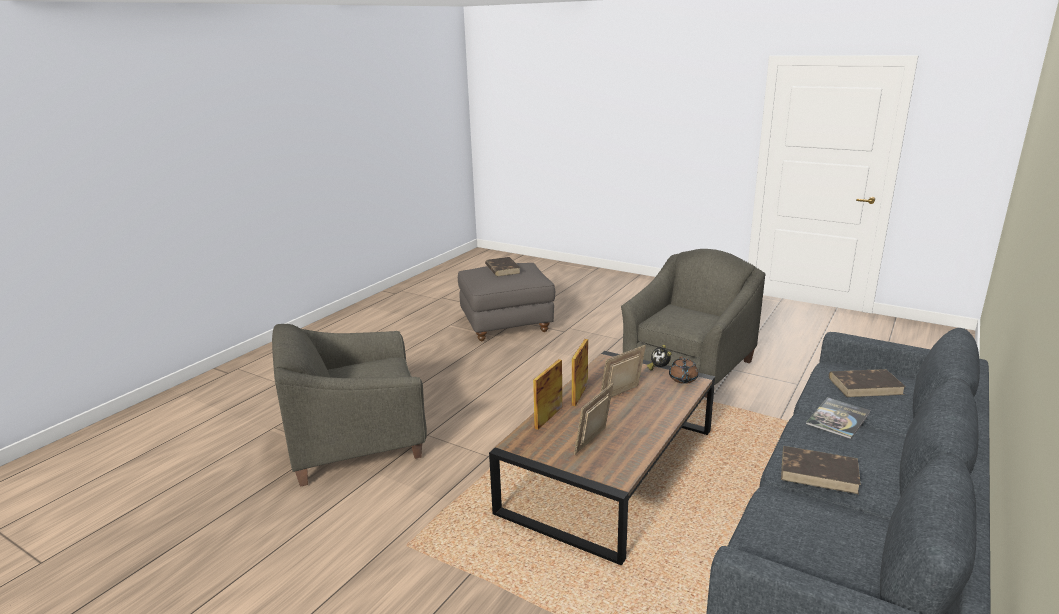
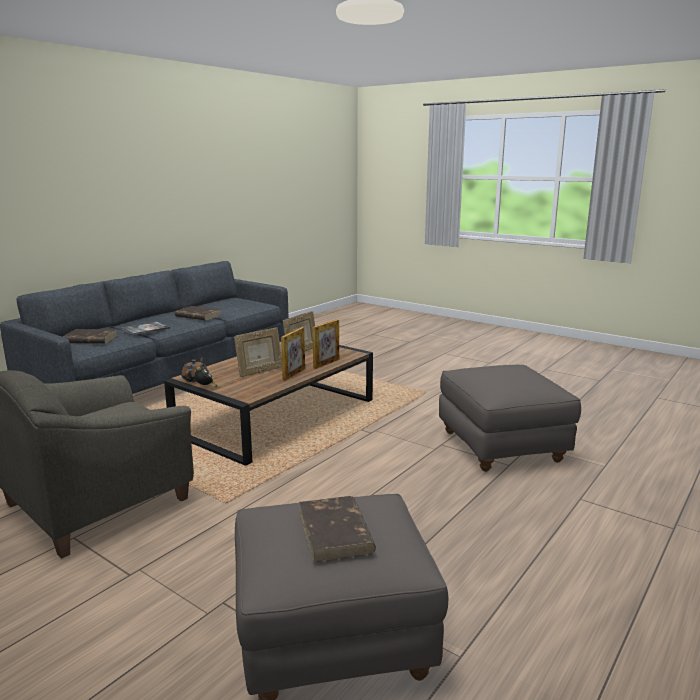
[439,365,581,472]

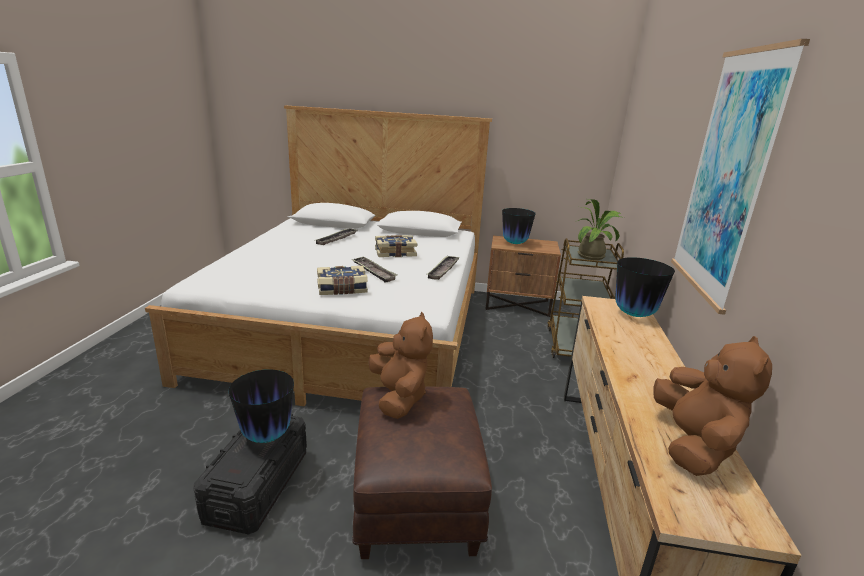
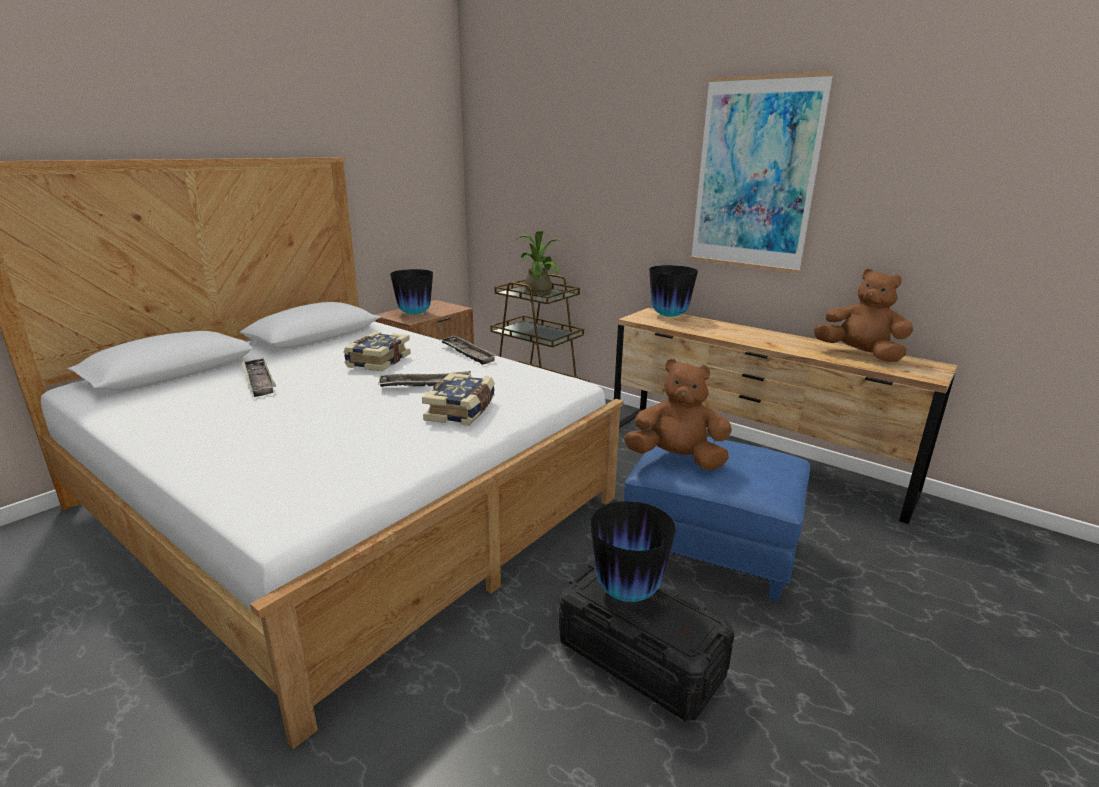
[624,437,810,602]

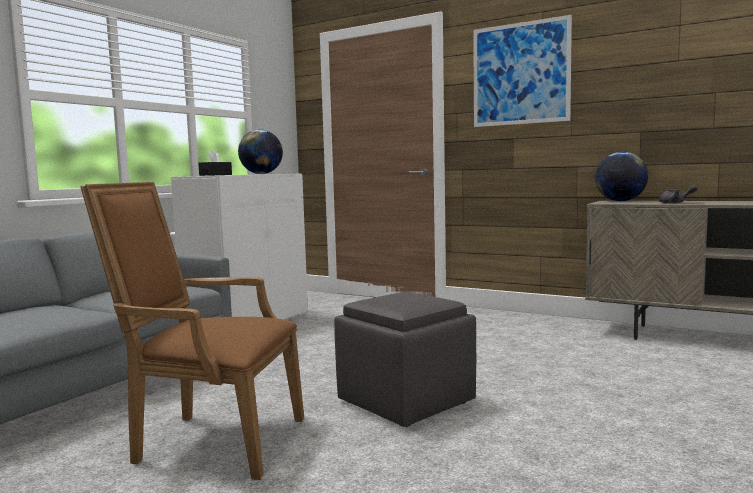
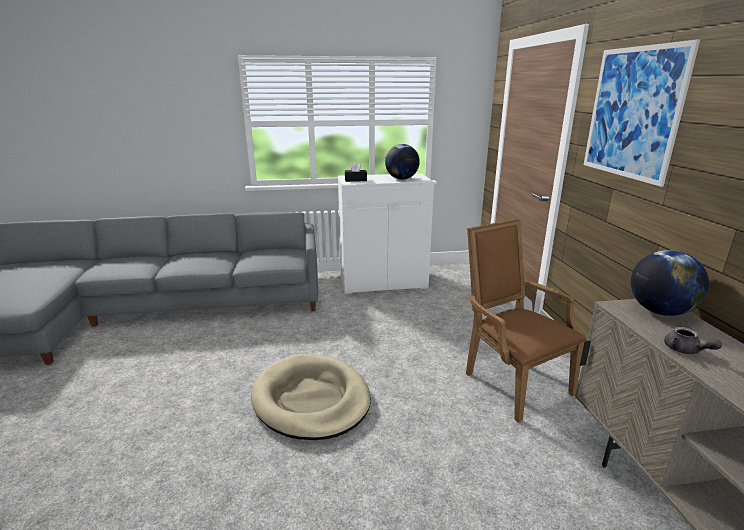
[466,219,586,423]
[251,354,371,440]

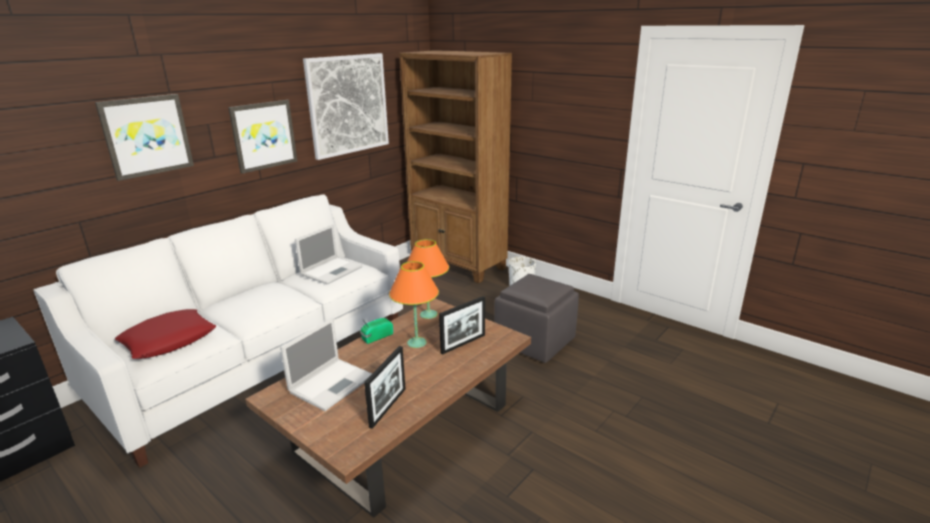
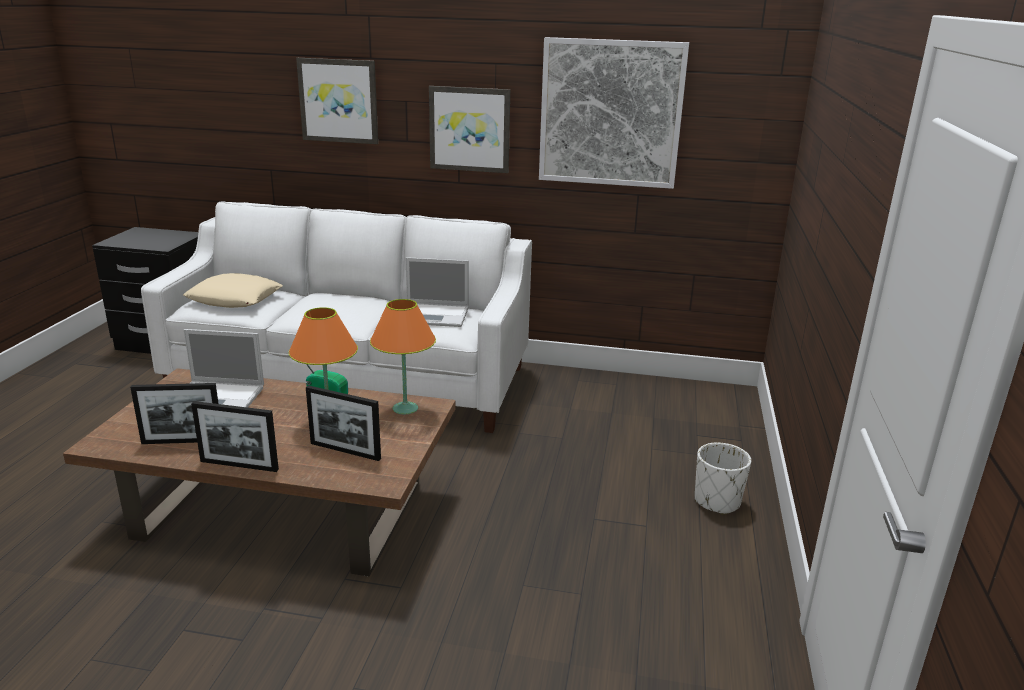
[399,50,512,283] (first image)
[494,274,579,363] (first image)
[183,273,283,308]
[191,401,279,472]

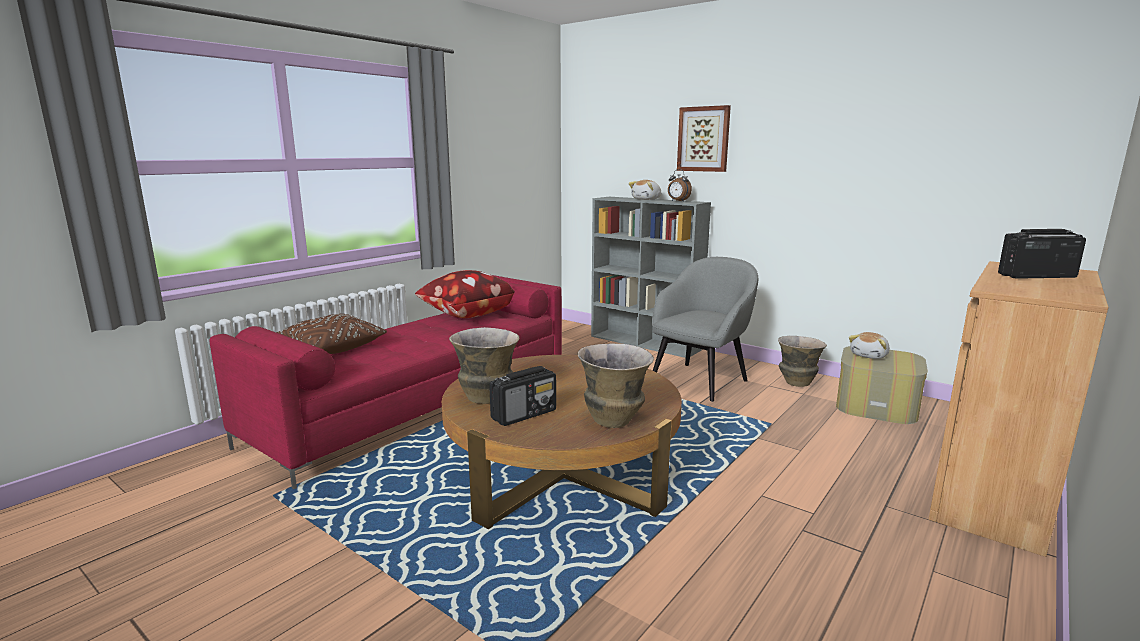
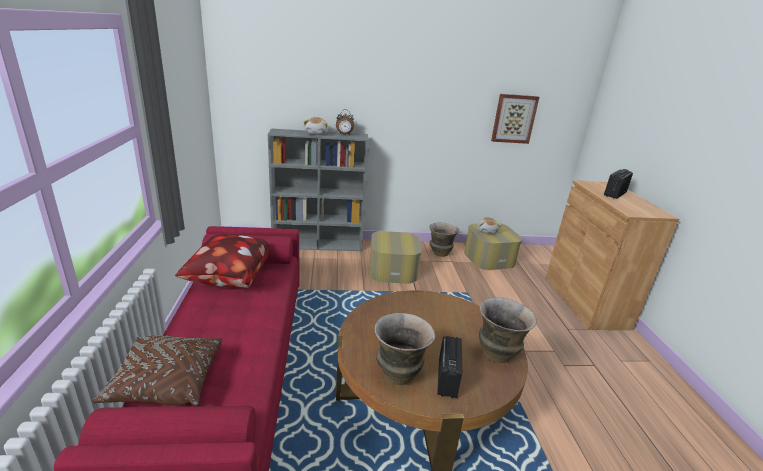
[491,94,539,144]
[370,231,422,284]

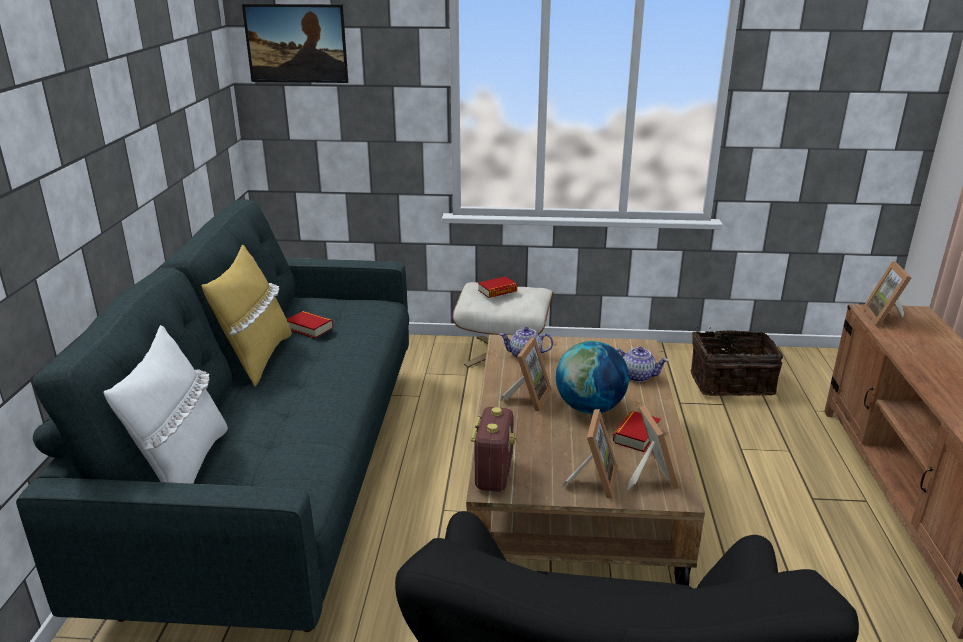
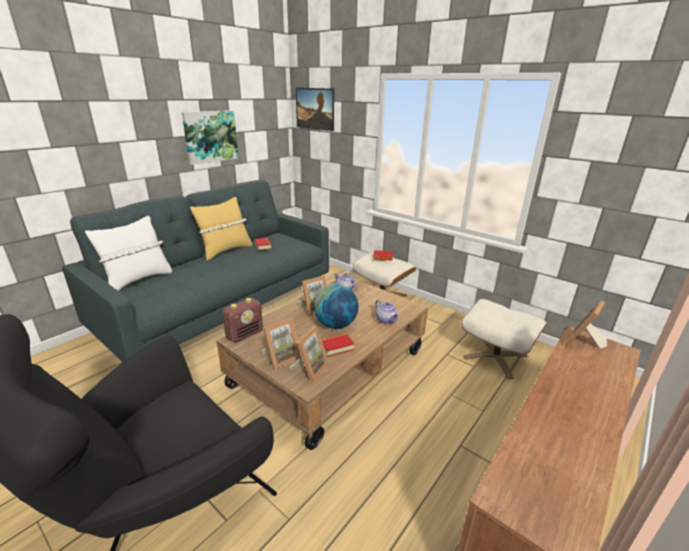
[461,299,547,379]
[182,110,239,165]

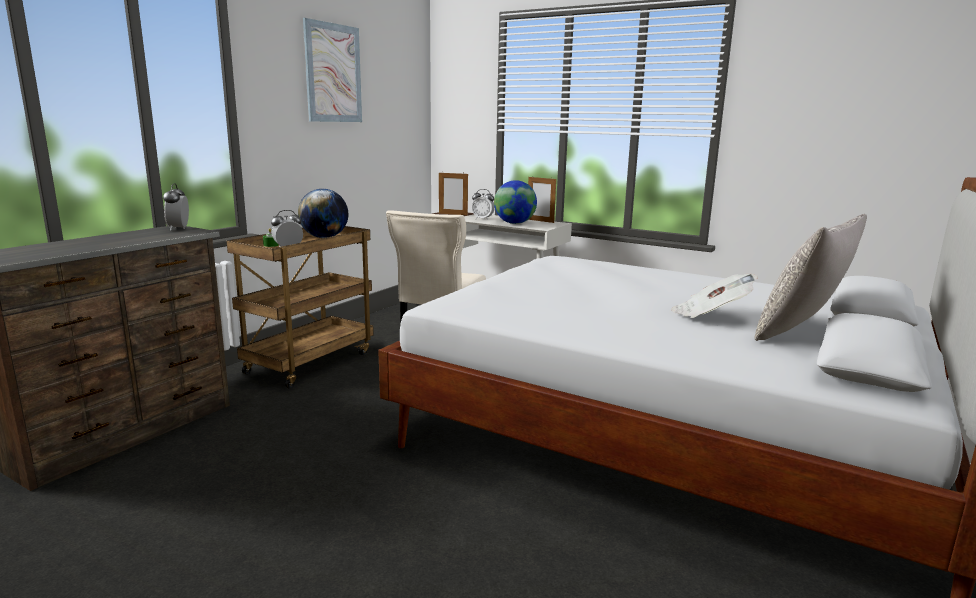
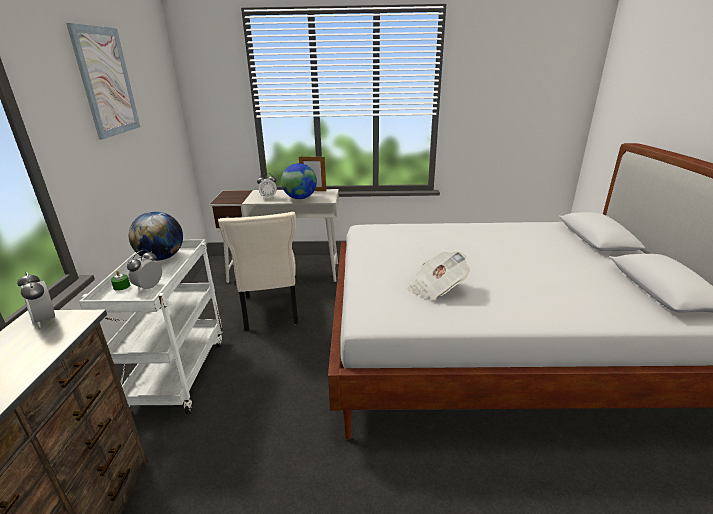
[439,171,468,215] (first image)
[754,214,867,341] (first image)
[79,239,222,414]
[408,252,470,300]

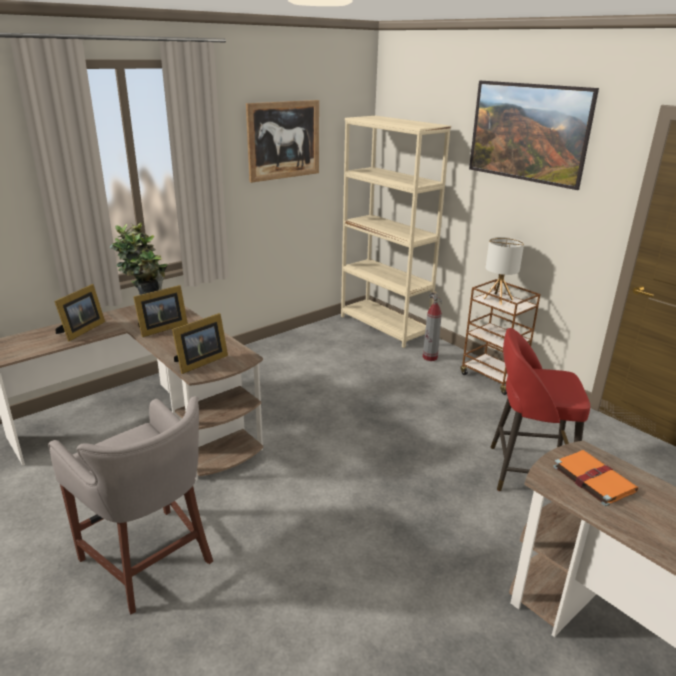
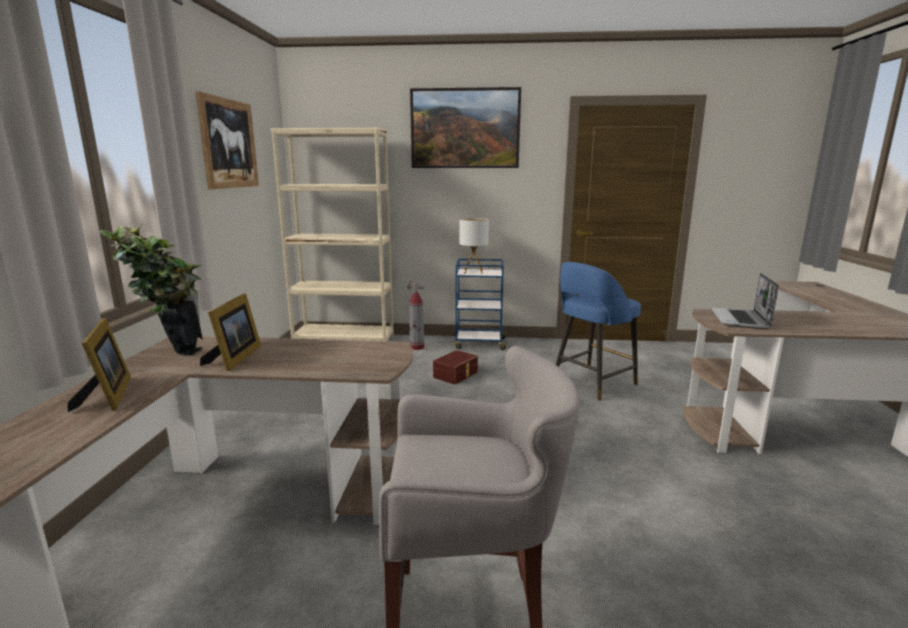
[454,259,508,350]
[172,313,228,374] (first image)
[556,262,641,401]
[711,273,779,329]
[433,350,478,385]

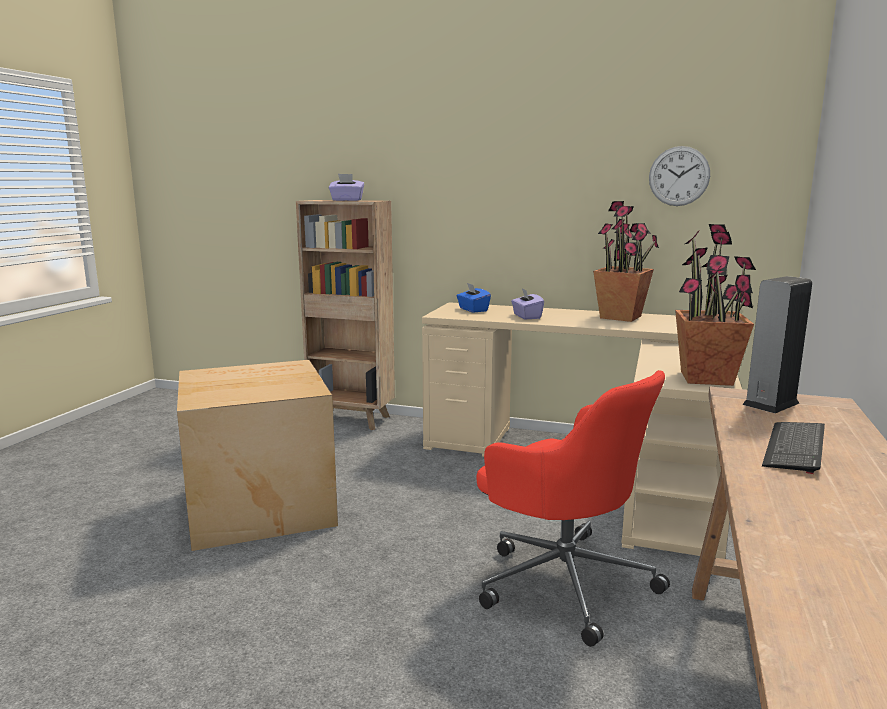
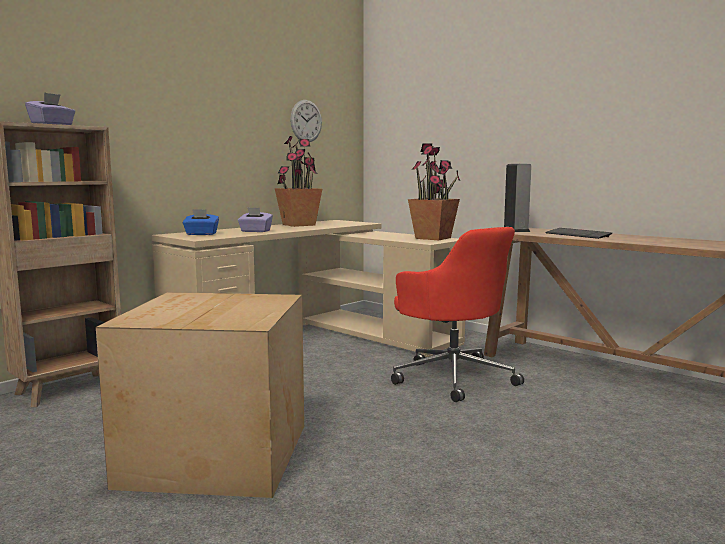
[391,227,524,402]

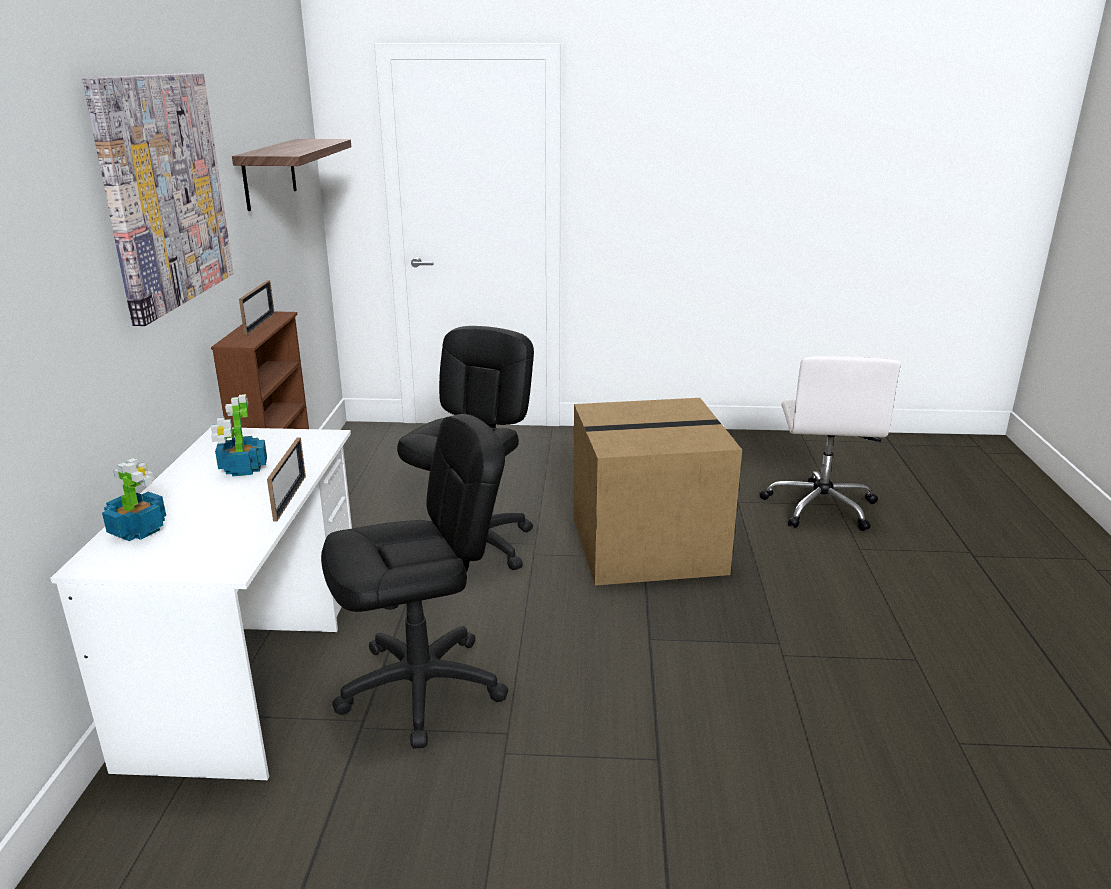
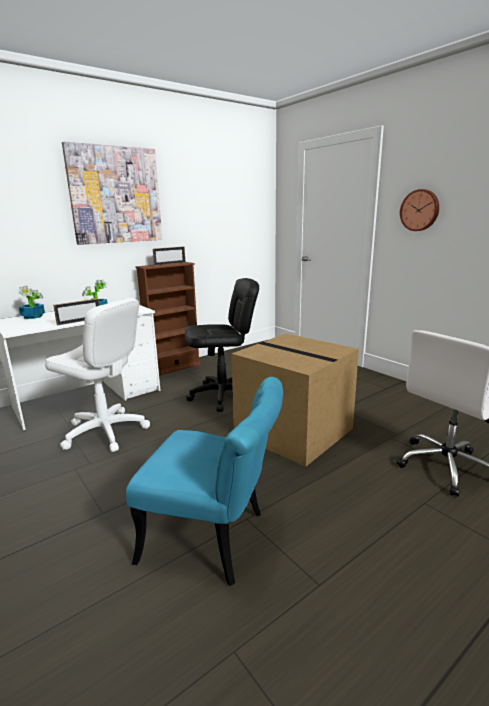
[232,139,351,211] (first image)
[45,298,150,452]
[400,189,439,231]
[126,377,283,586]

